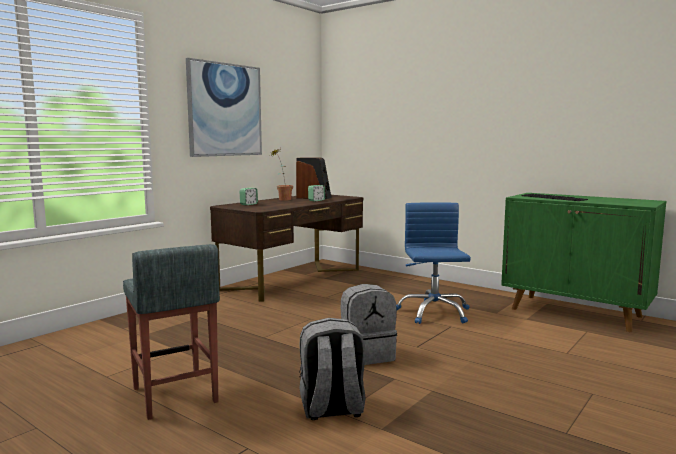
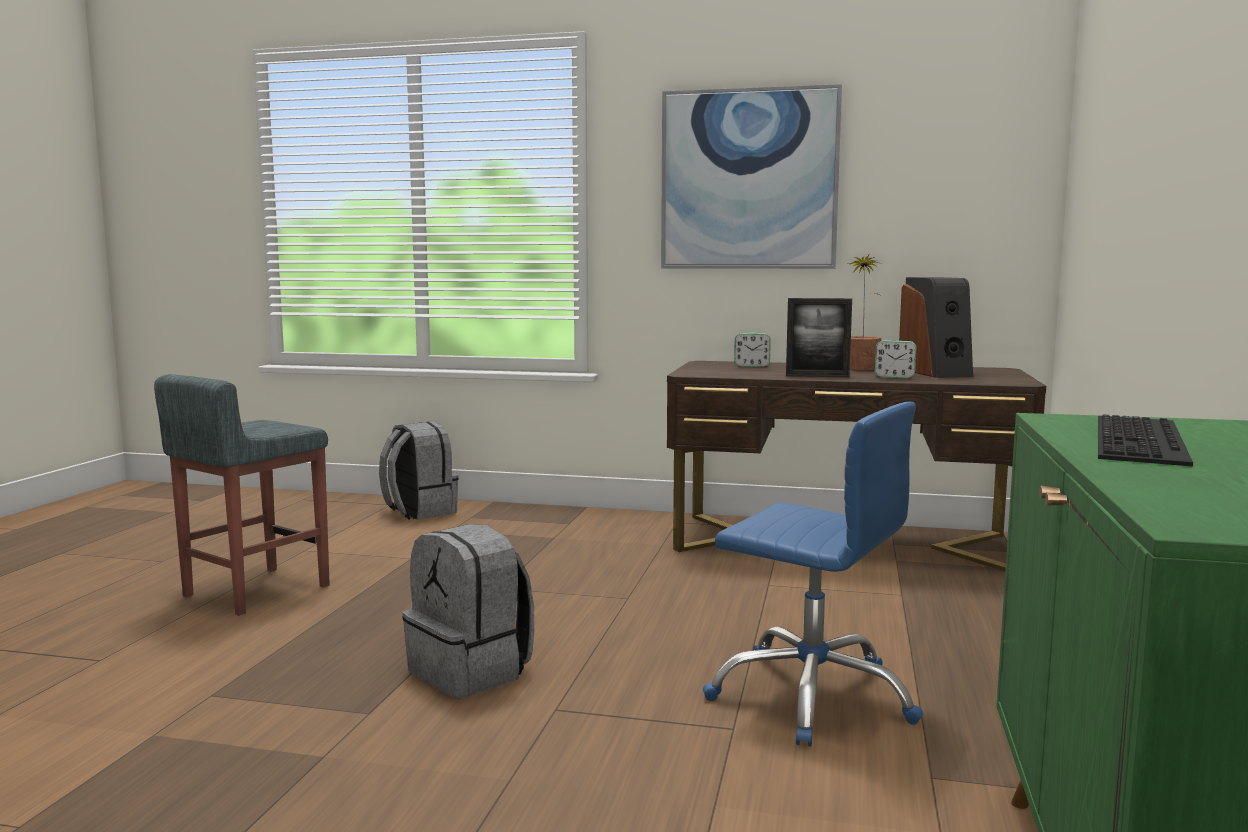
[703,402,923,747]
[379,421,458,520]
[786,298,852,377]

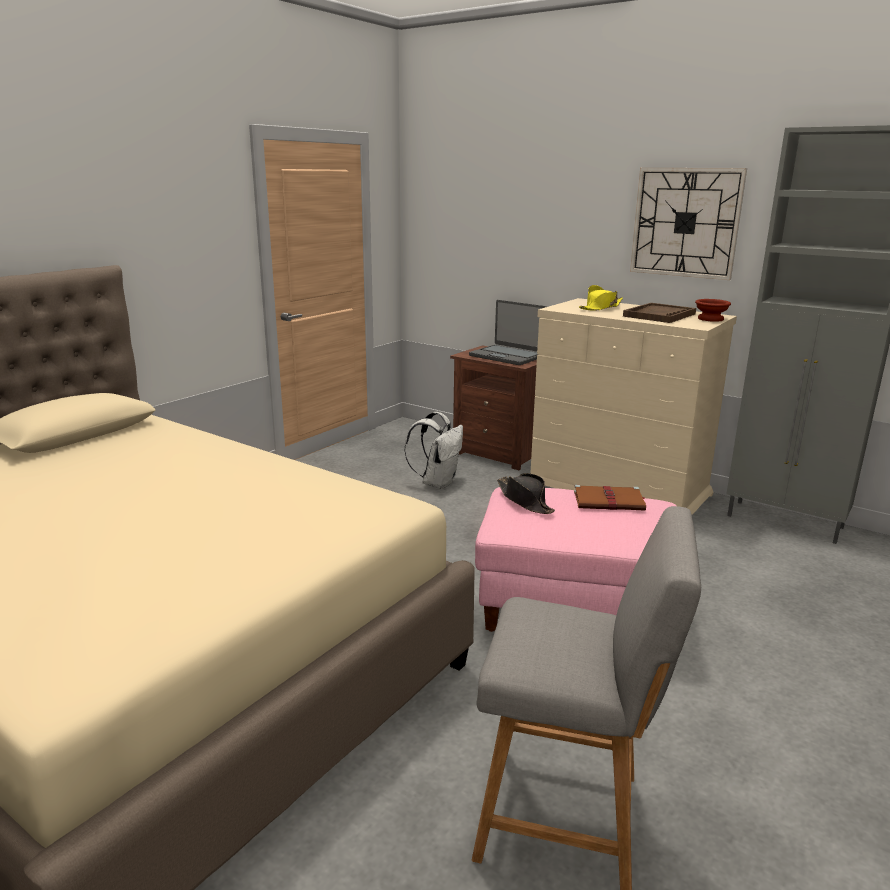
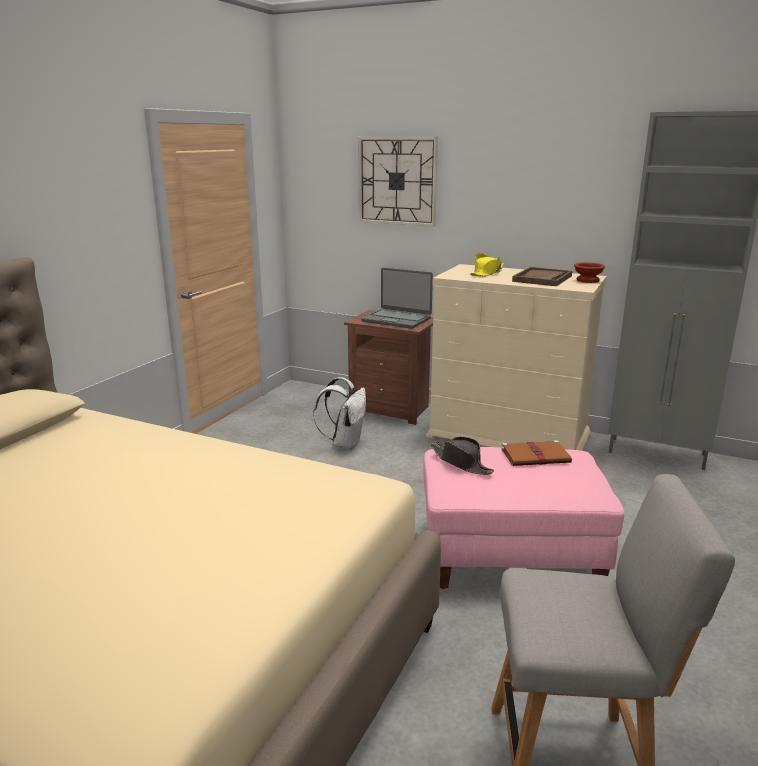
[358,137,438,227]

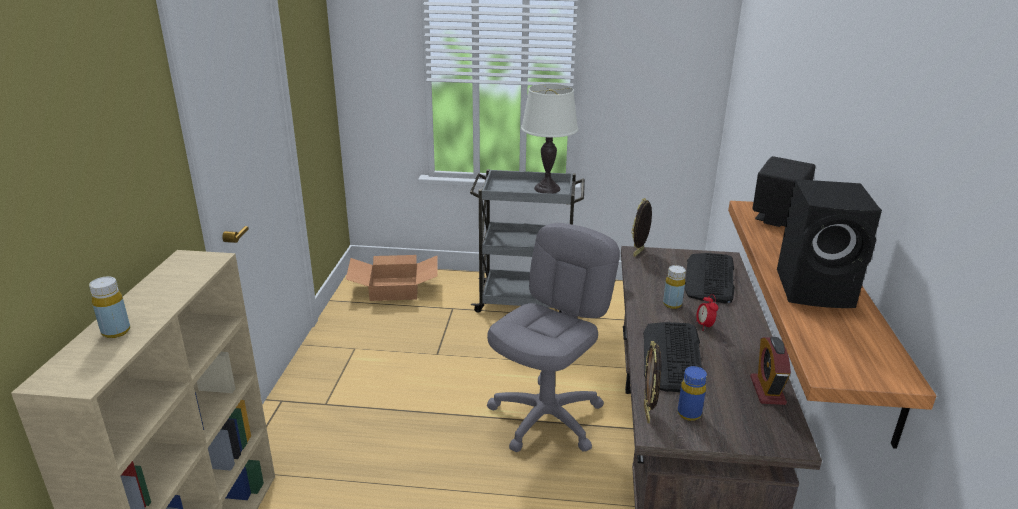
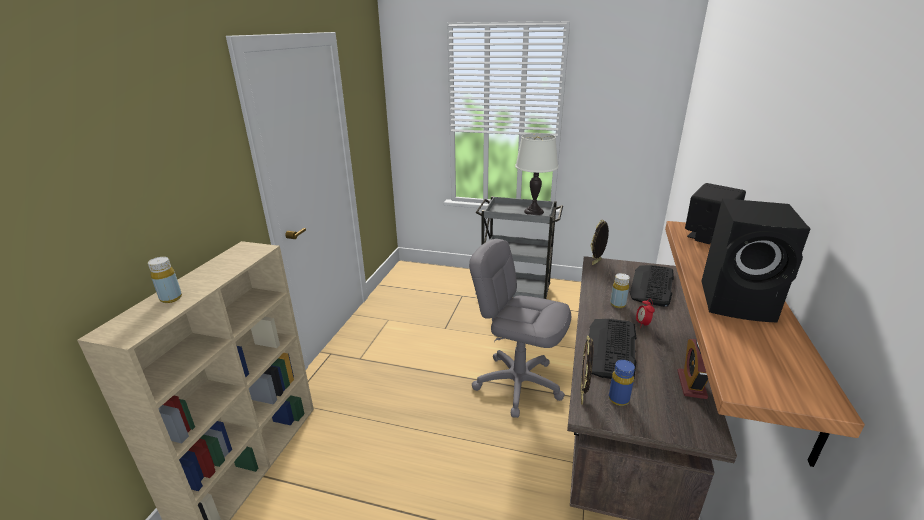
[469,239,571,418]
[346,255,438,301] (first image)

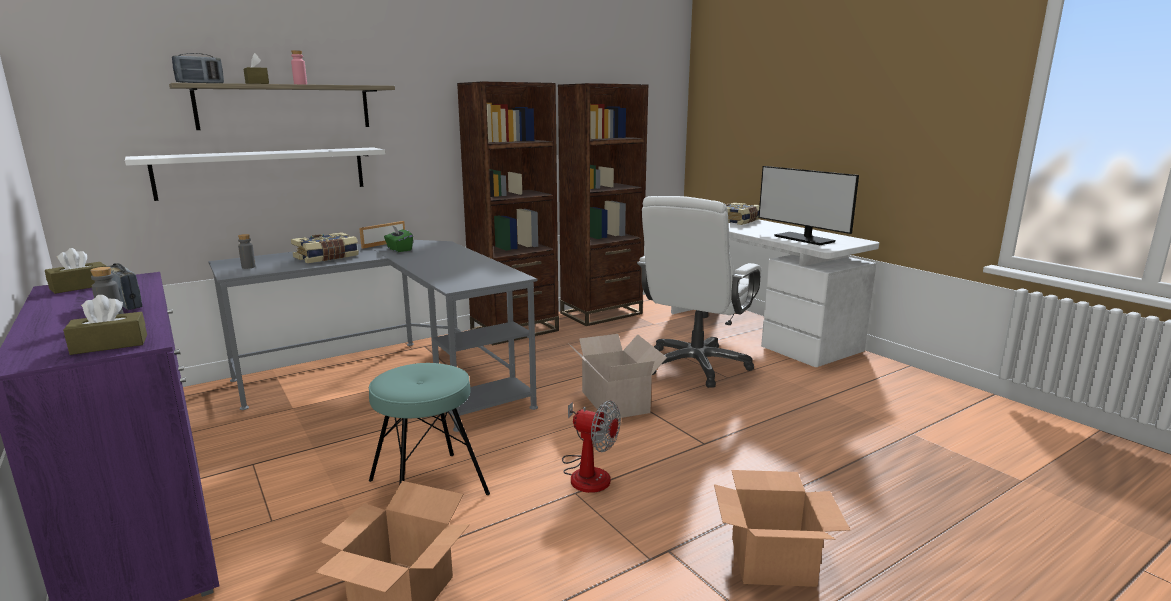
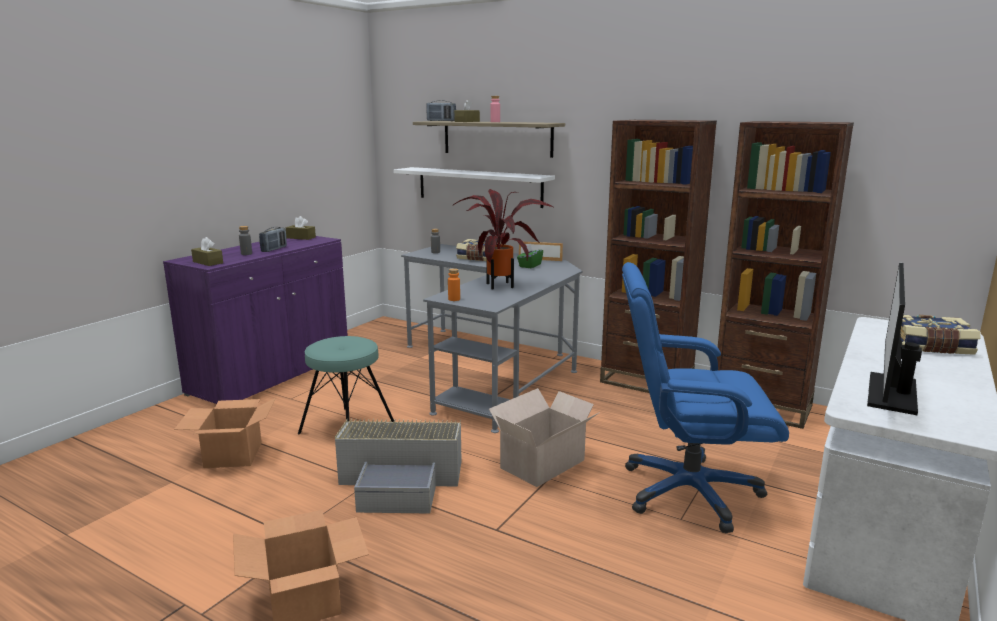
[622,262,789,533]
[335,419,462,514]
[452,189,553,289]
[448,268,460,301]

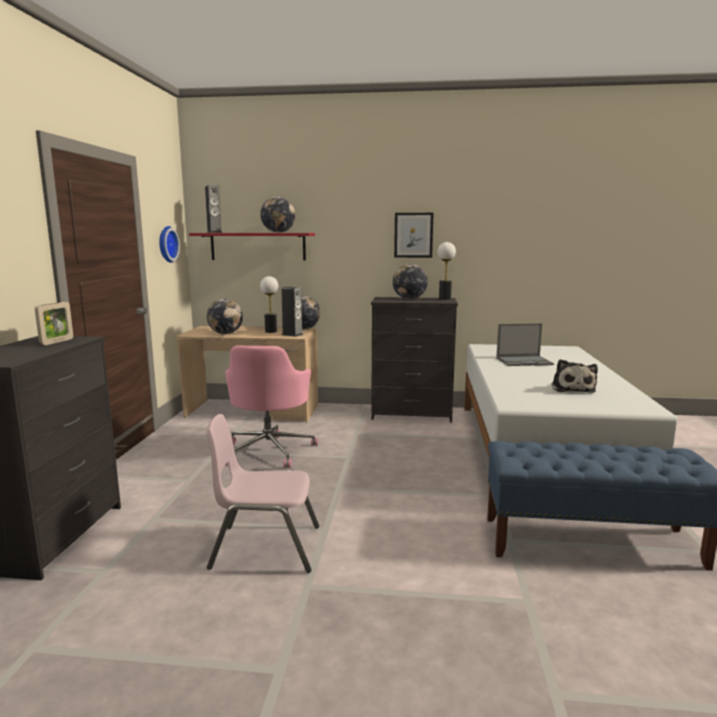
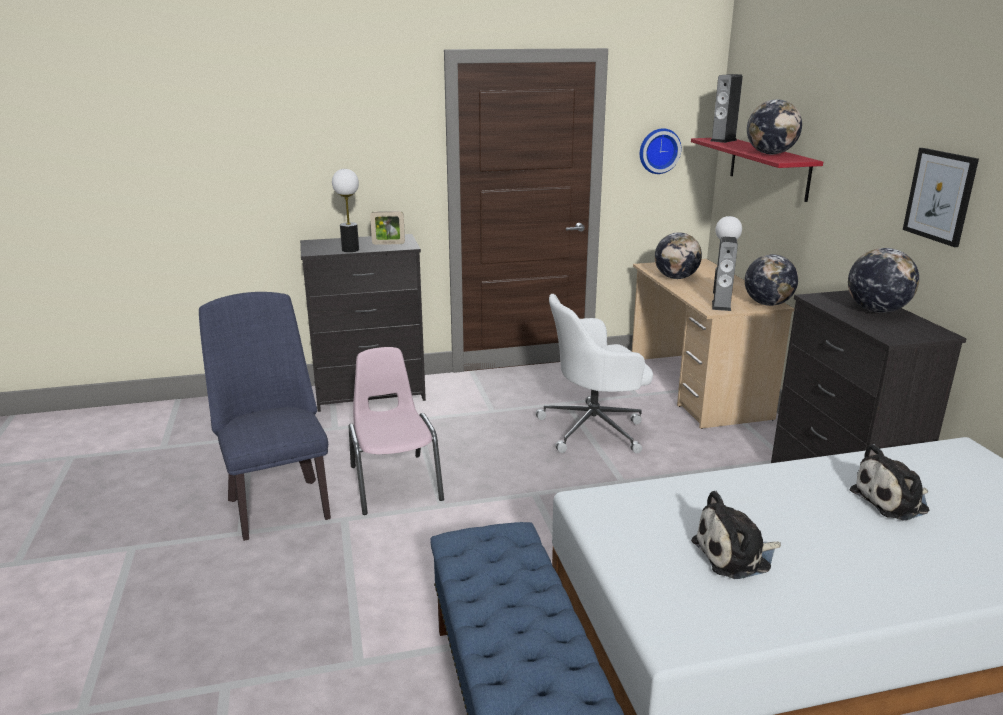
[332,169,359,252]
[850,444,929,520]
[536,294,653,454]
[199,292,331,541]

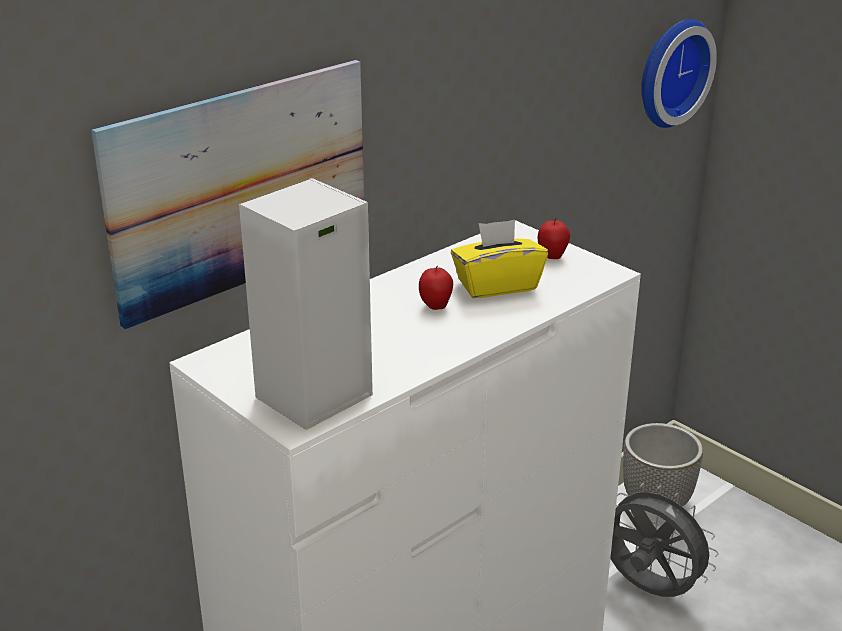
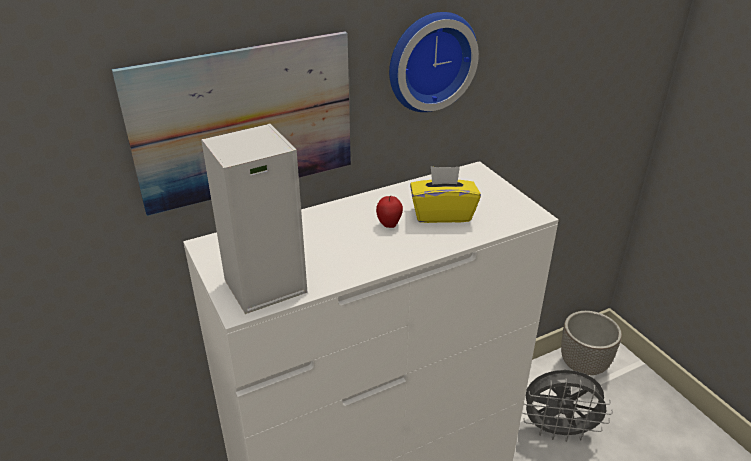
[389,12,479,112]
[538,218,570,259] (first image)
[522,370,613,442]

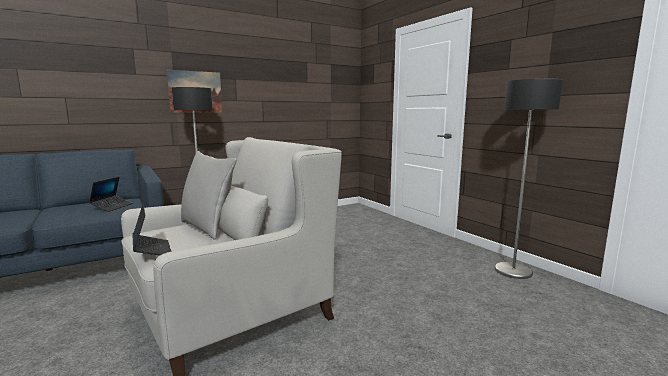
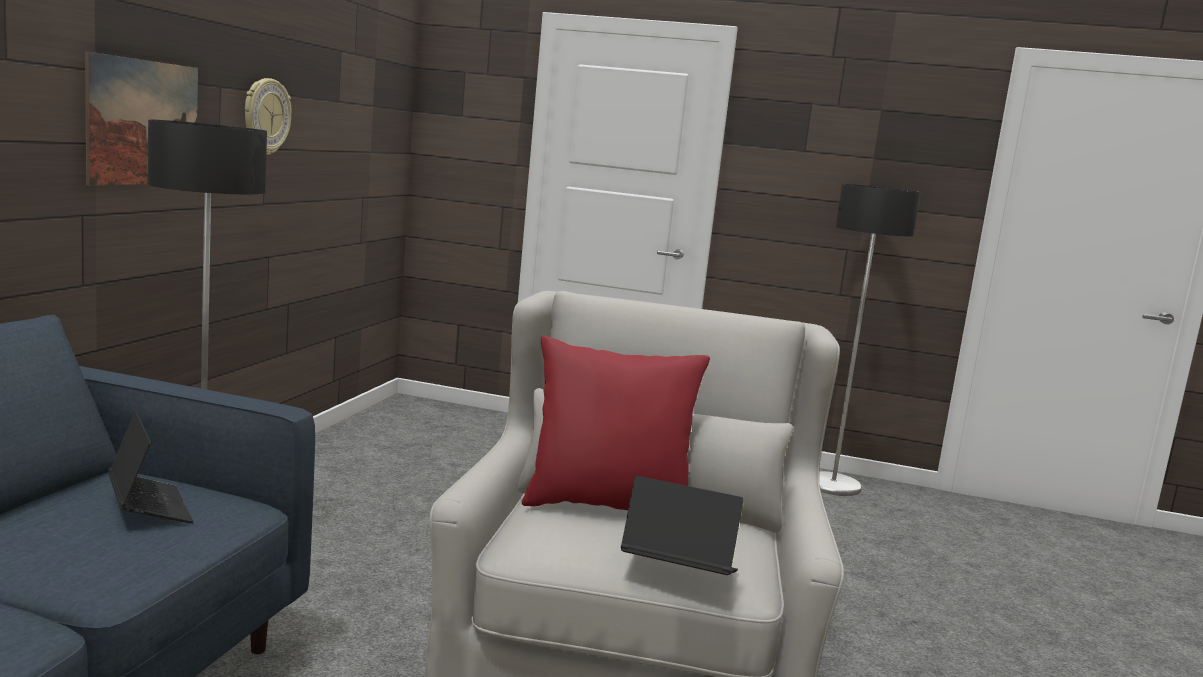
[522,336,710,510]
[245,78,291,155]

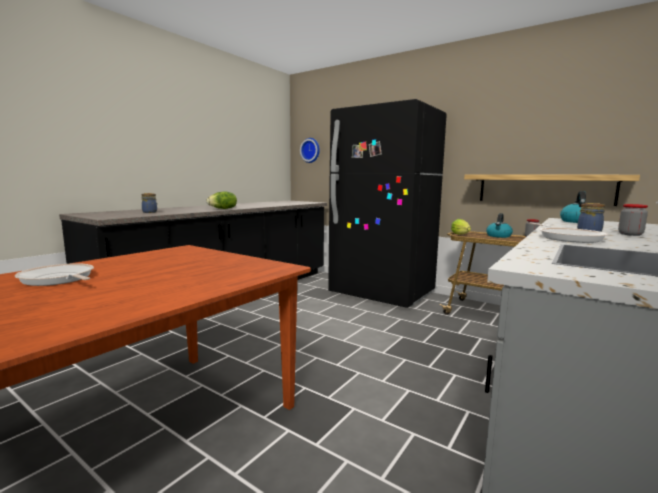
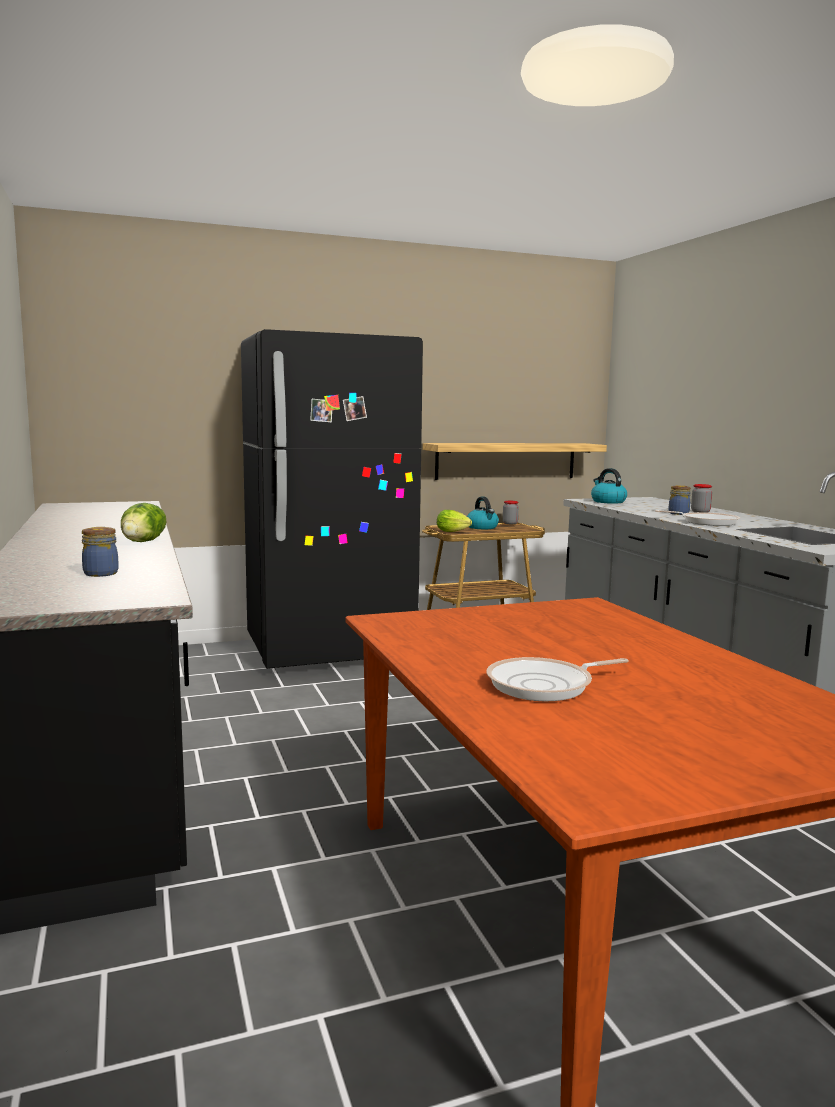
[300,138,320,163] (first image)

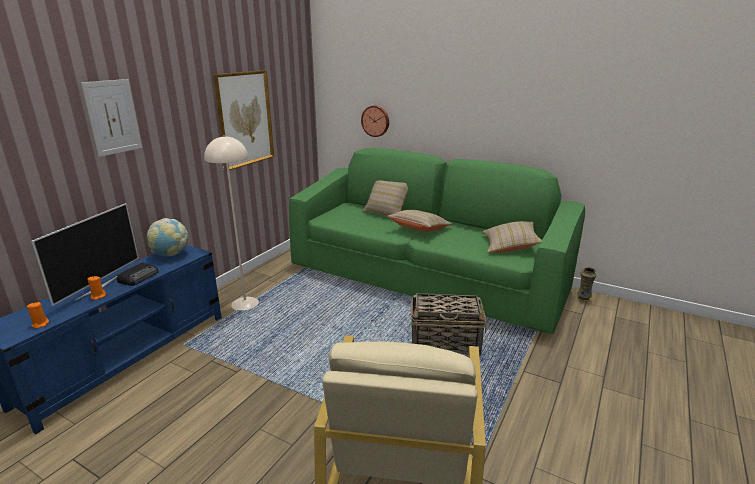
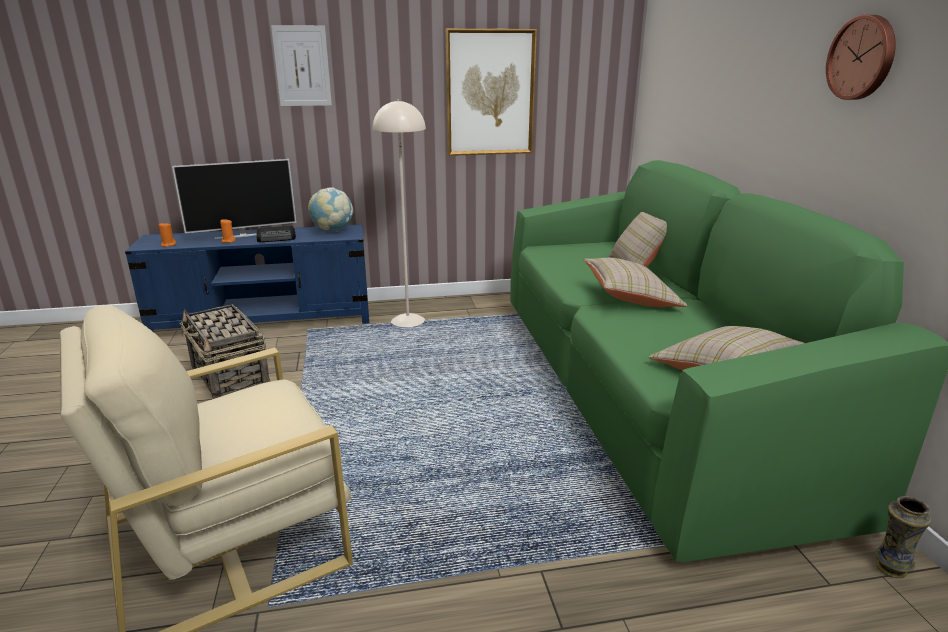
[826,15,896,100]
[180,304,270,399]

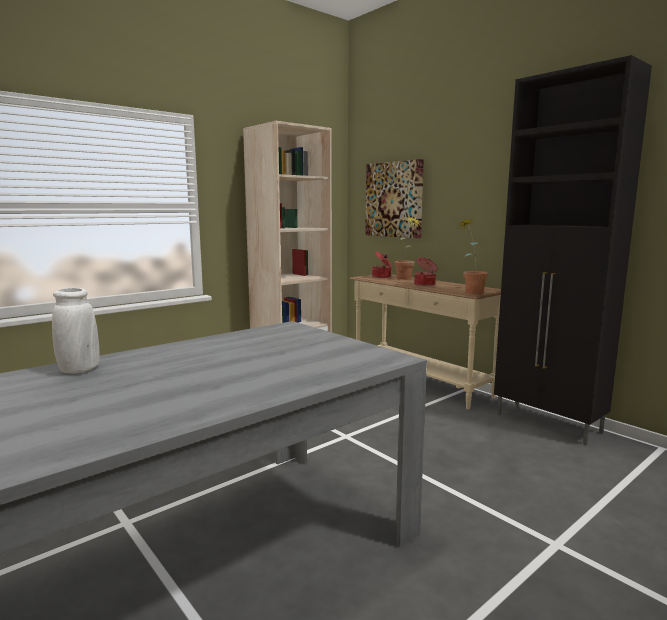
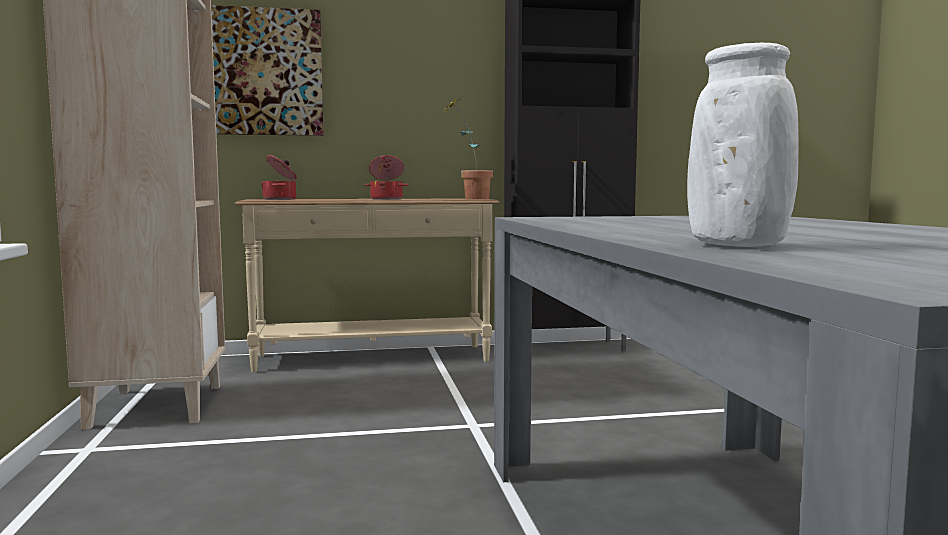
[395,216,421,280] (first image)

